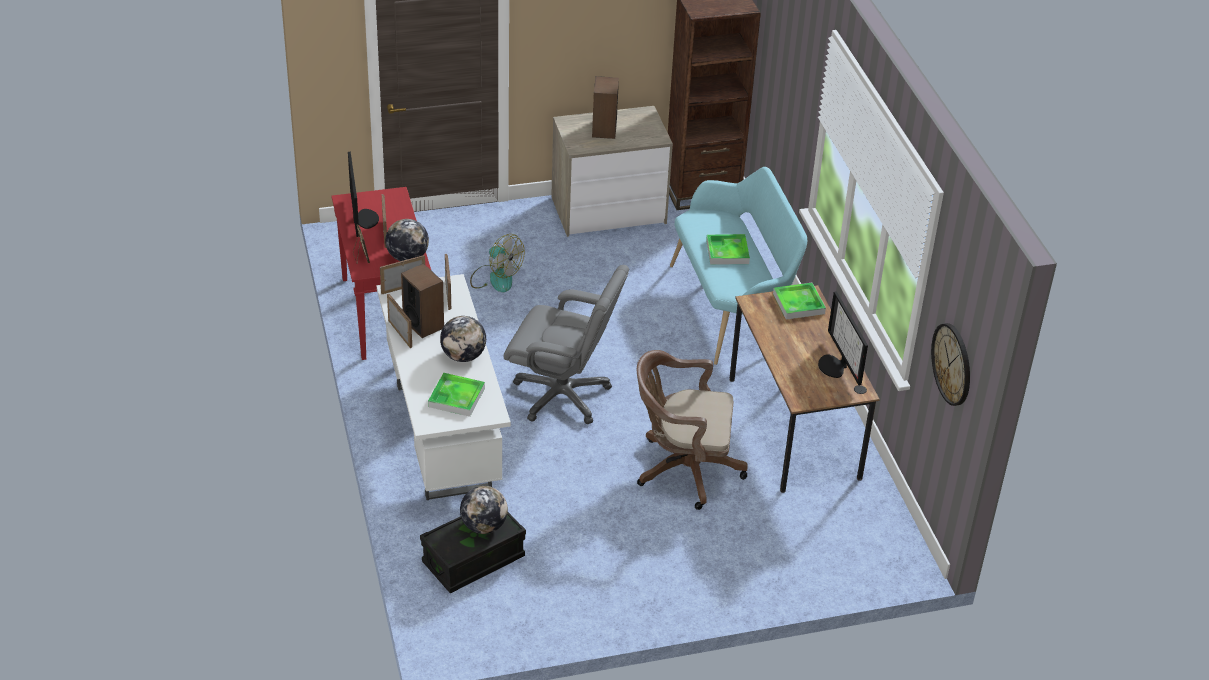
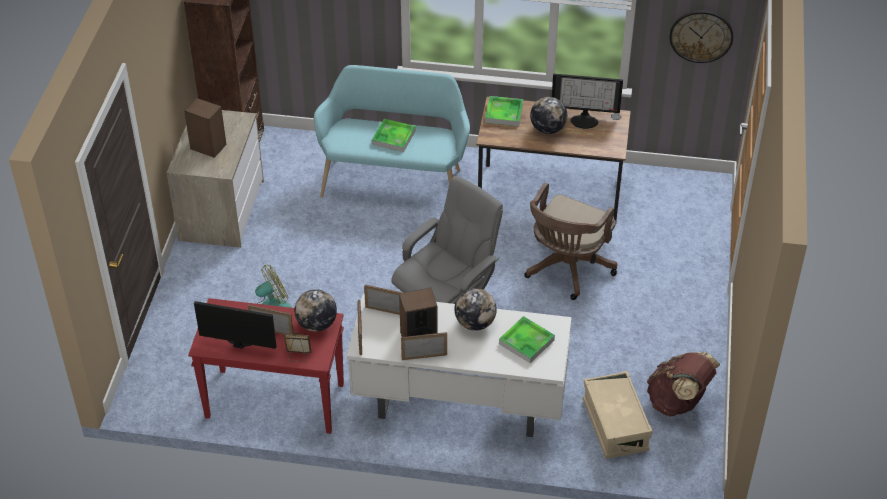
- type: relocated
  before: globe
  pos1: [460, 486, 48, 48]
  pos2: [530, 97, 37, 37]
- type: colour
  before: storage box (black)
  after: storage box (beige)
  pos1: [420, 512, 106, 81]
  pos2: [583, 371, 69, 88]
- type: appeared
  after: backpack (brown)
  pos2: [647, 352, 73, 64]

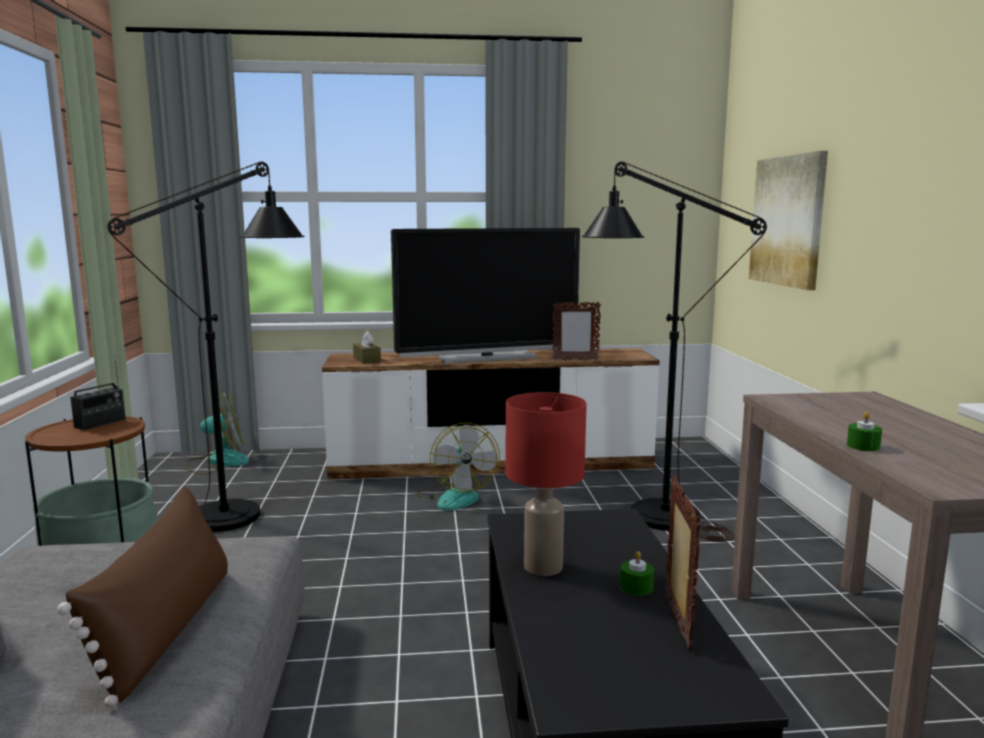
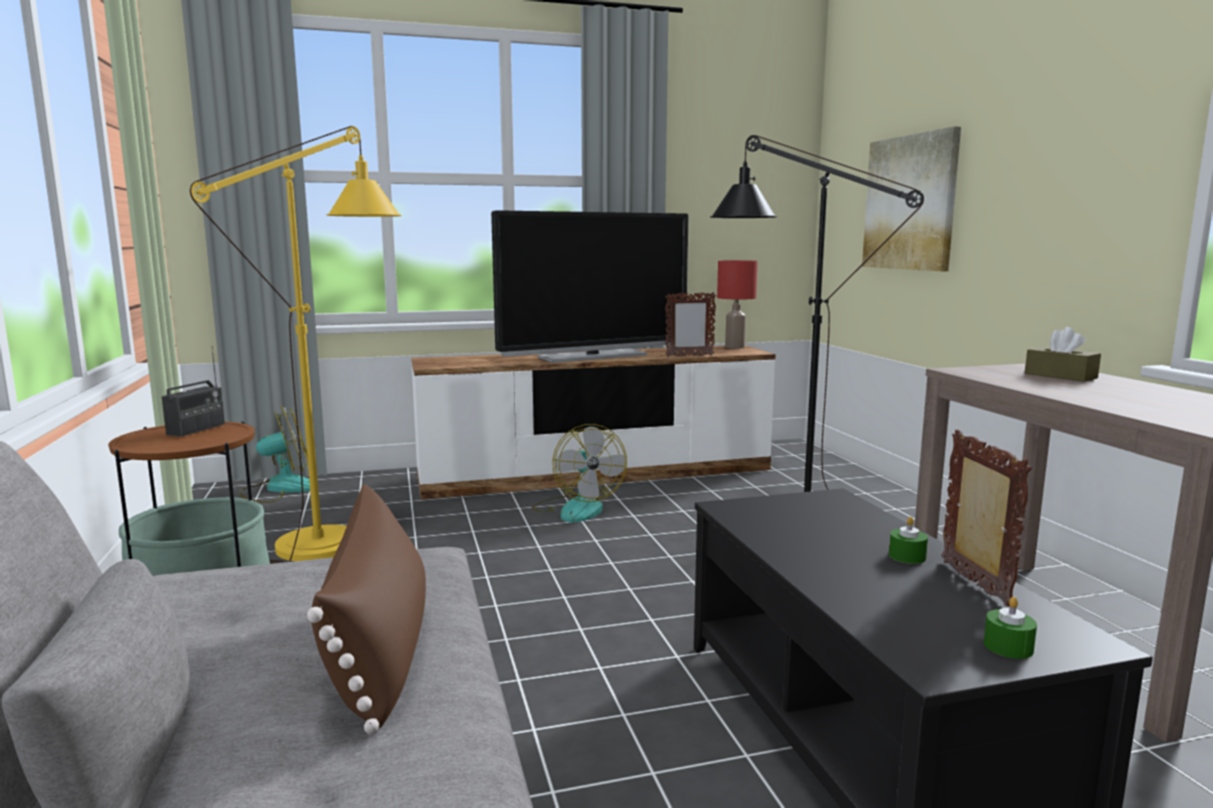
- type: colour
  before: floor lamp (black)
  after: floor lamp (yellow)
  pos1: [108, 162, 197, 370]
  pos2: [190, 126, 212, 438]
- type: relocated
  before: tissue box (brown)
  pos1: [353, 331, 28, 33]
  pos2: [1025, 327, 76, 55]
- type: relocated
  before: table lamp (red)
  pos1: [505, 392, 82, 184]
  pos2: [717, 260, 41, 89]
- type: relocated
  before: candle (green)
  pos1: [847, 412, 35, 39]
  pos2: [984, 597, 53, 62]

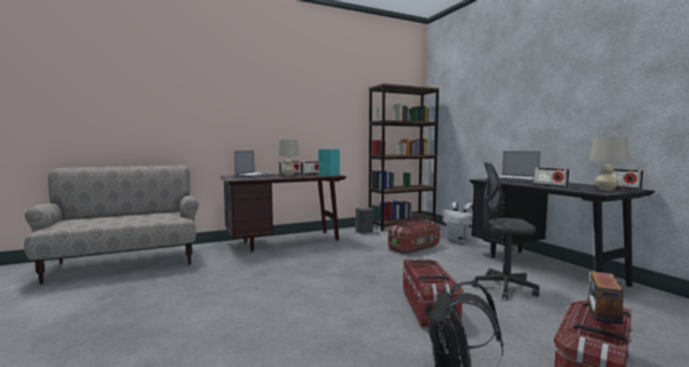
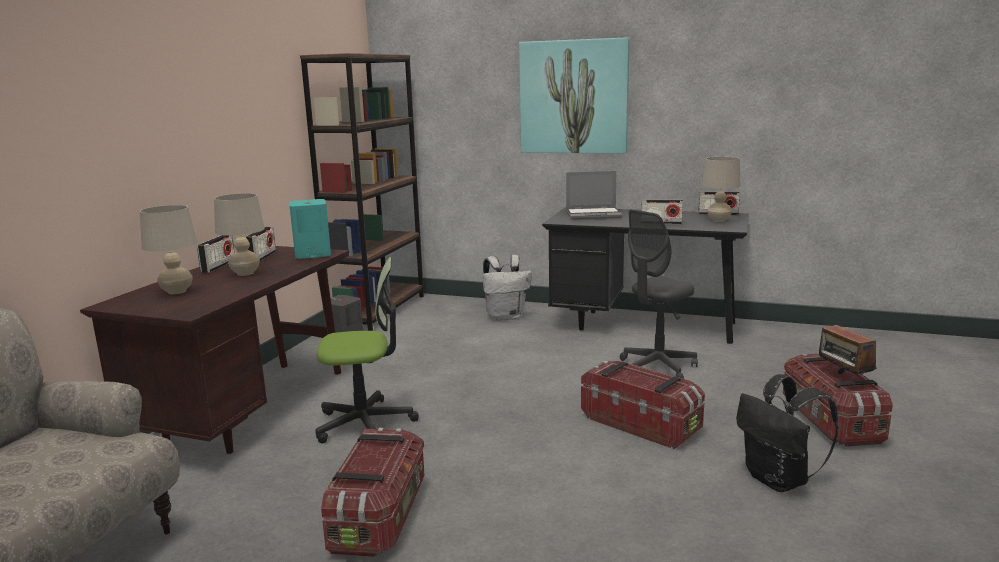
- type: exchanged
  before: laptop
  after: table lamp (beige)
  pos1: [234, 150, 40, 28]
  pos2: [140, 205, 57, 90]
- type: relocated
  before: storage box
  pos1: [388, 219, 52, 35]
  pos2: [321, 428, 104, 128]
- type: appeared
  after: picture
  pos2: [519, 37, 111, 117]
- type: appeared
  after: office chair
  pos2: [315, 257, 104, 186]

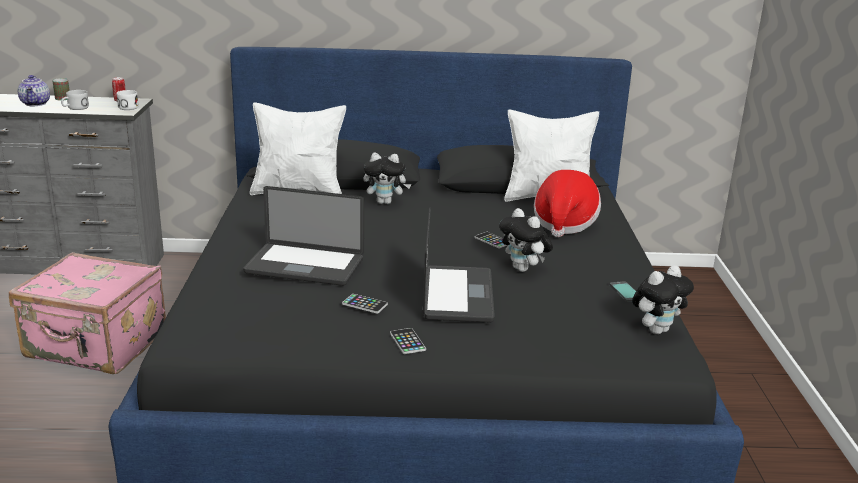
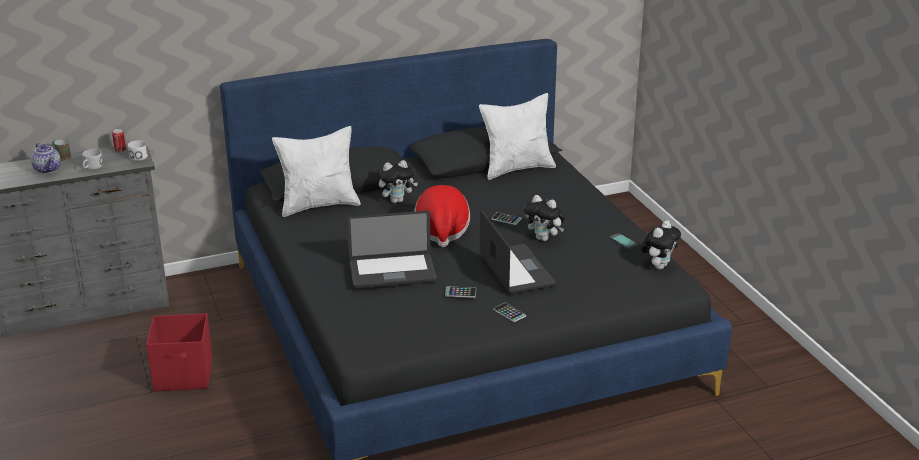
- type: relocated
  before: hat
  pos1: [534, 170, 67, 67]
  pos2: [414, 185, 56, 62]
- type: exchanged
  before: suitcase (pink)
  after: storage box (red)
  pos1: [9, 252, 157, 122]
  pos2: [146, 313, 67, 78]

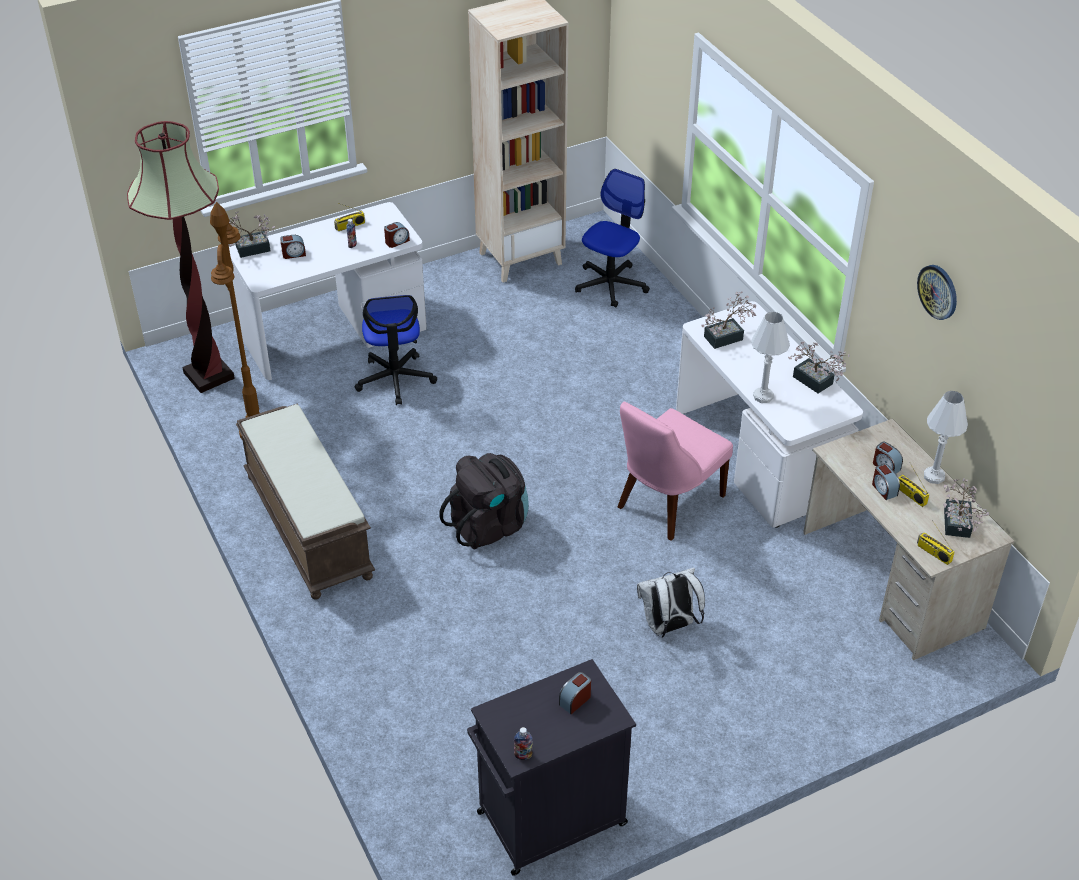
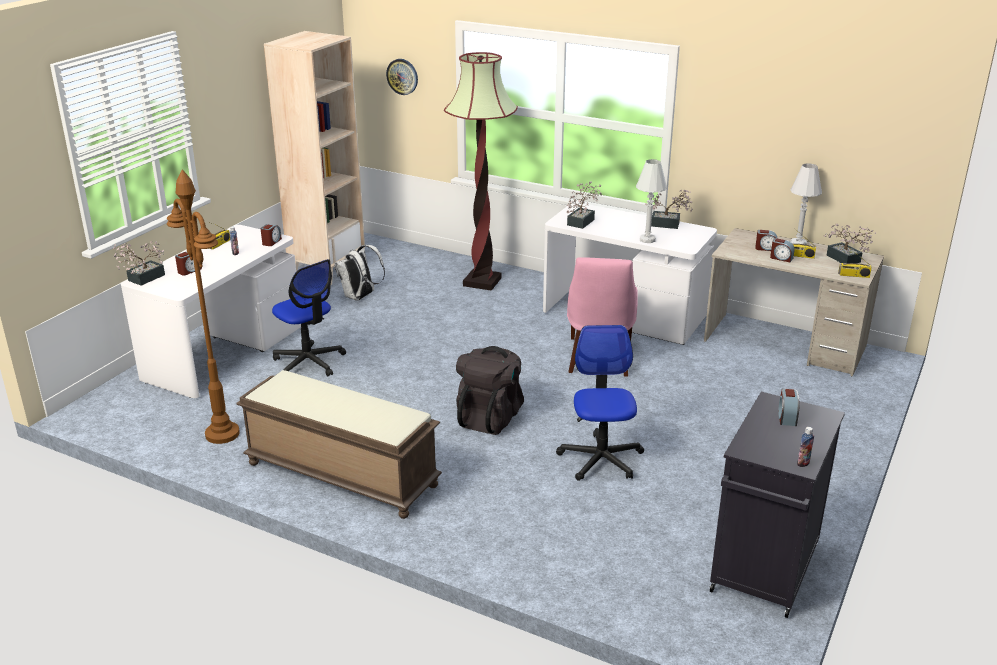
- type: relocated
  before: floor lamp
  pos1: [127, 121, 108, 272]
  pos2: [444, 52, 74, 239]
- type: relocated
  before: office chair
  pos1: [575, 169, 75, 139]
  pos2: [556, 325, 88, 156]
- type: relocated
  before: wall clock
  pos1: [917, 265, 40, 55]
  pos2: [386, 59, 32, 36]
- type: relocated
  before: backpack (white)
  pos1: [637, 568, 68, 69]
  pos2: [334, 245, 51, 56]

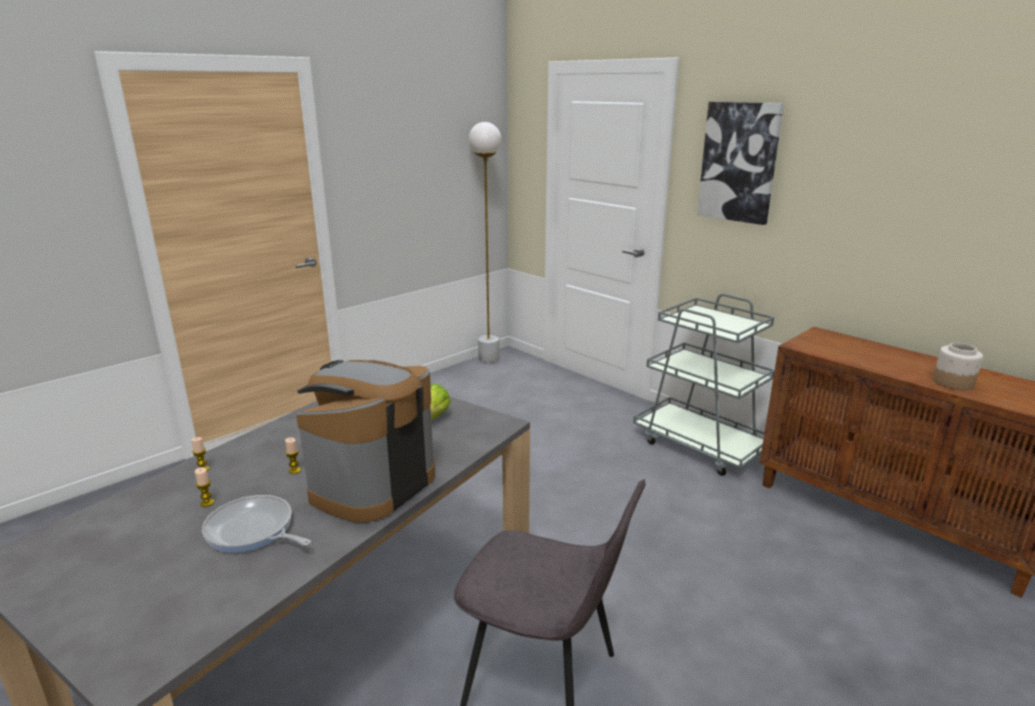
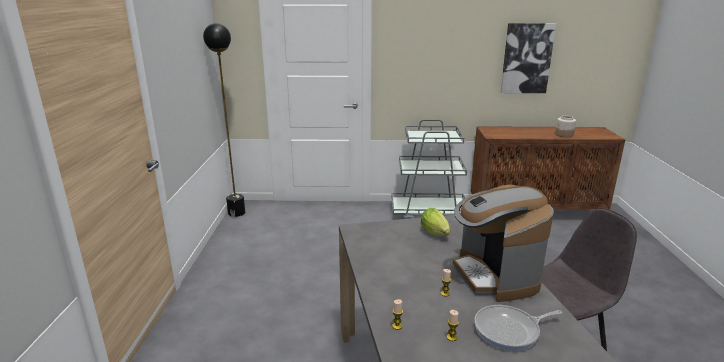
- type: relocated
  before: picture
  pos1: [697, 102, 87, 123]
  pos2: [501, 23, 55, 70]
- type: colour
  before: floor lamp (white)
  after: floor lamp (black)
  pos1: [469, 122, 32, 241]
  pos2: [203, 23, 42, 194]

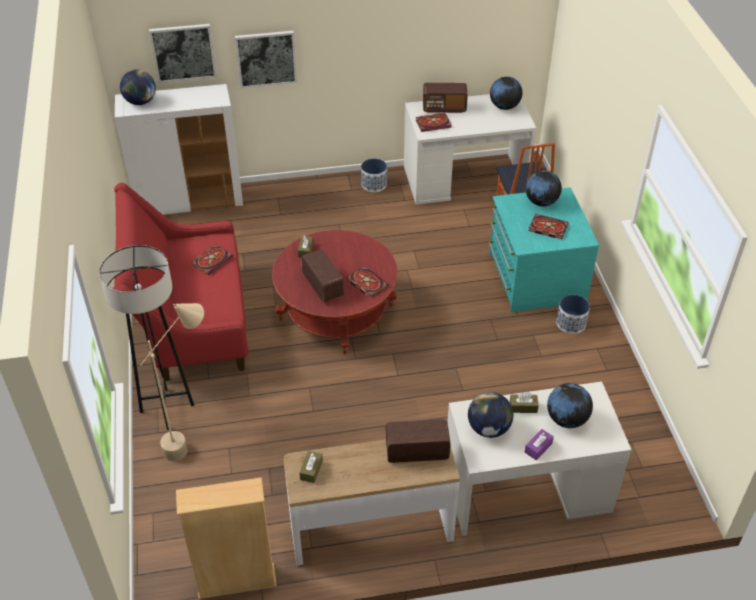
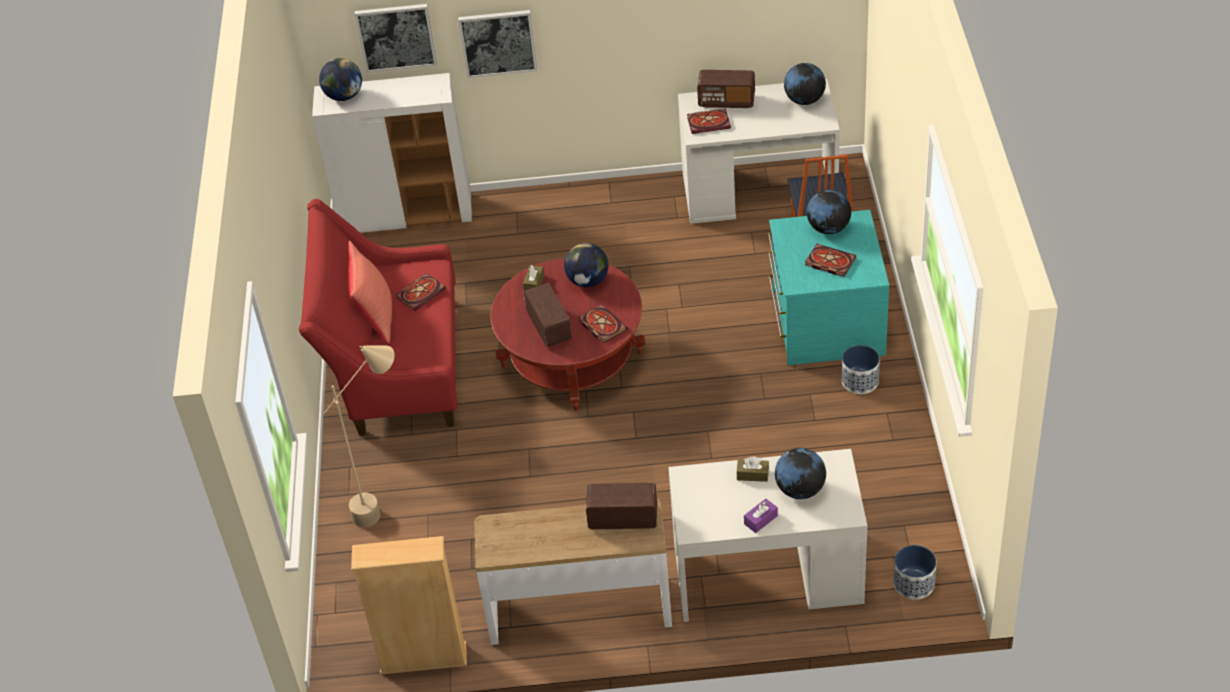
- type: relocated
  before: planter
  pos1: [361, 158, 26, 34]
  pos2: [893, 545, 43, 55]
- type: missing
  before: floor lamp (grey)
  pos1: [99, 245, 95, 185]
- type: relocated
  before: globe
  pos1: [468, 392, 45, 46]
  pos2: [564, 243, 44, 44]
- type: missing
  before: tissue box (brown)
  pos1: [299, 451, 24, 32]
- type: appeared
  after: pillow (red)
  pos2: [347, 241, 45, 102]

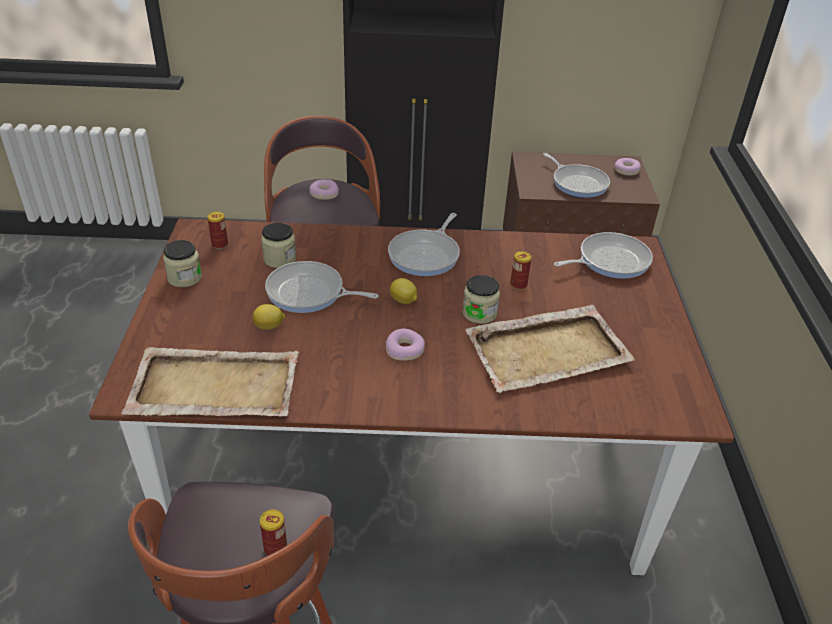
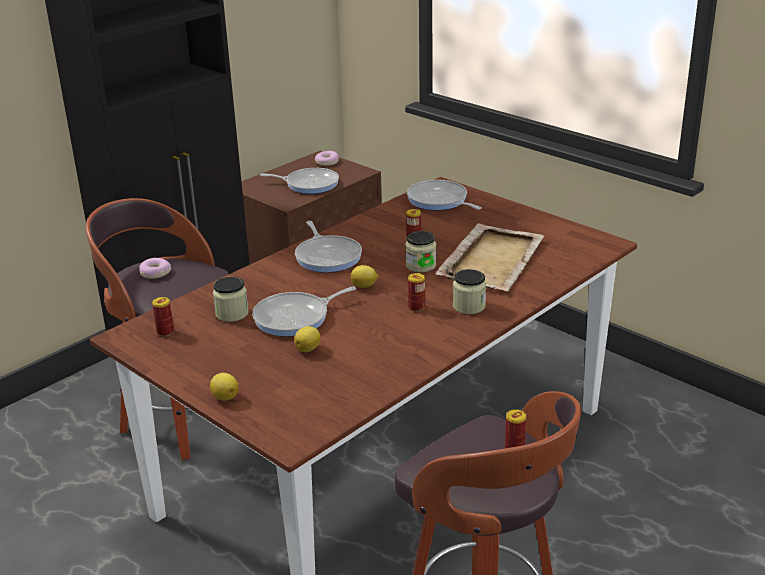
- type: spun
  before: frying pan
  pos1: [554, 232, 99, 47]
  pos2: [407, 180, 75, 30]
  turn: -60
- type: relocated
  before: jar
  pos1: [163, 240, 39, 47]
  pos2: [453, 269, 33, 45]
- type: exchanged
  before: donut
  after: can
  pos1: [386, 329, 39, 32]
  pos2: [408, 273, 17, 39]
- type: missing
  before: tray (beige)
  pos1: [121, 347, 178, 70]
- type: appeared
  after: lemon
  pos2: [210, 373, 29, 27]

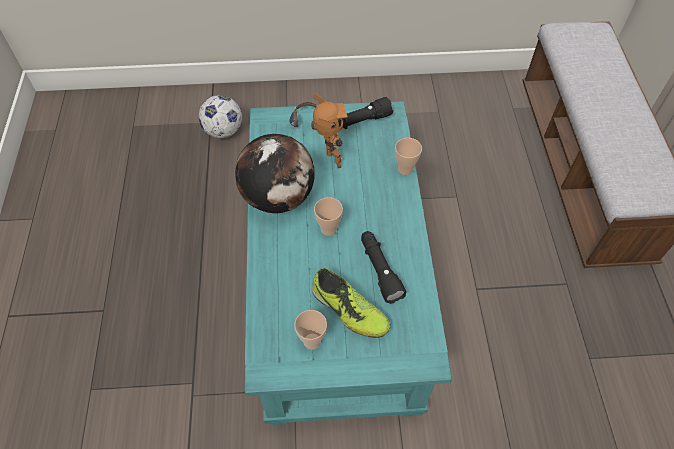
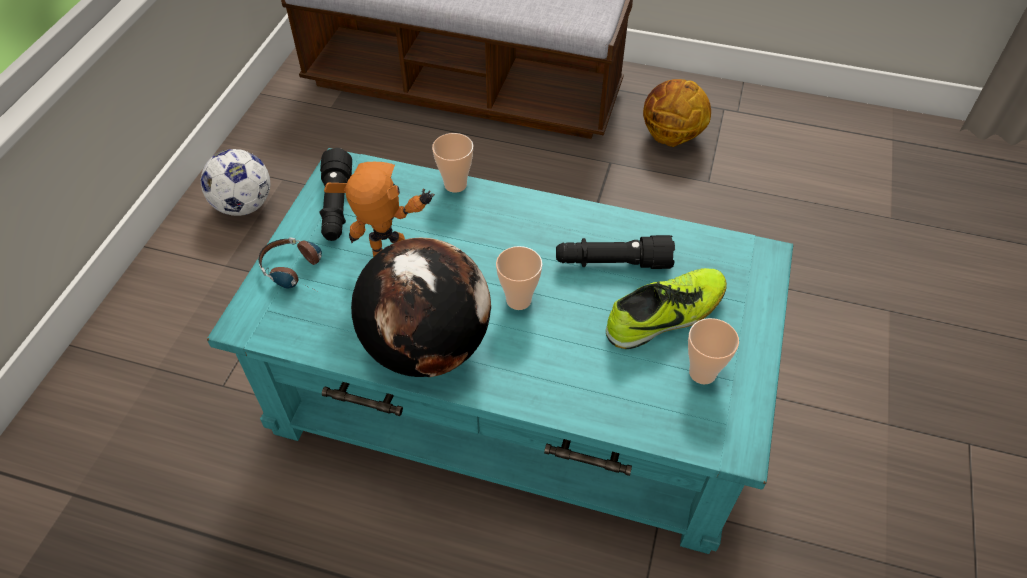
- type: relocated
  before: football
  pos1: [199, 95, 43, 43]
  pos2: [201, 149, 69, 67]
- type: appeared
  after: basketball
  pos2: [643, 79, 68, 68]

